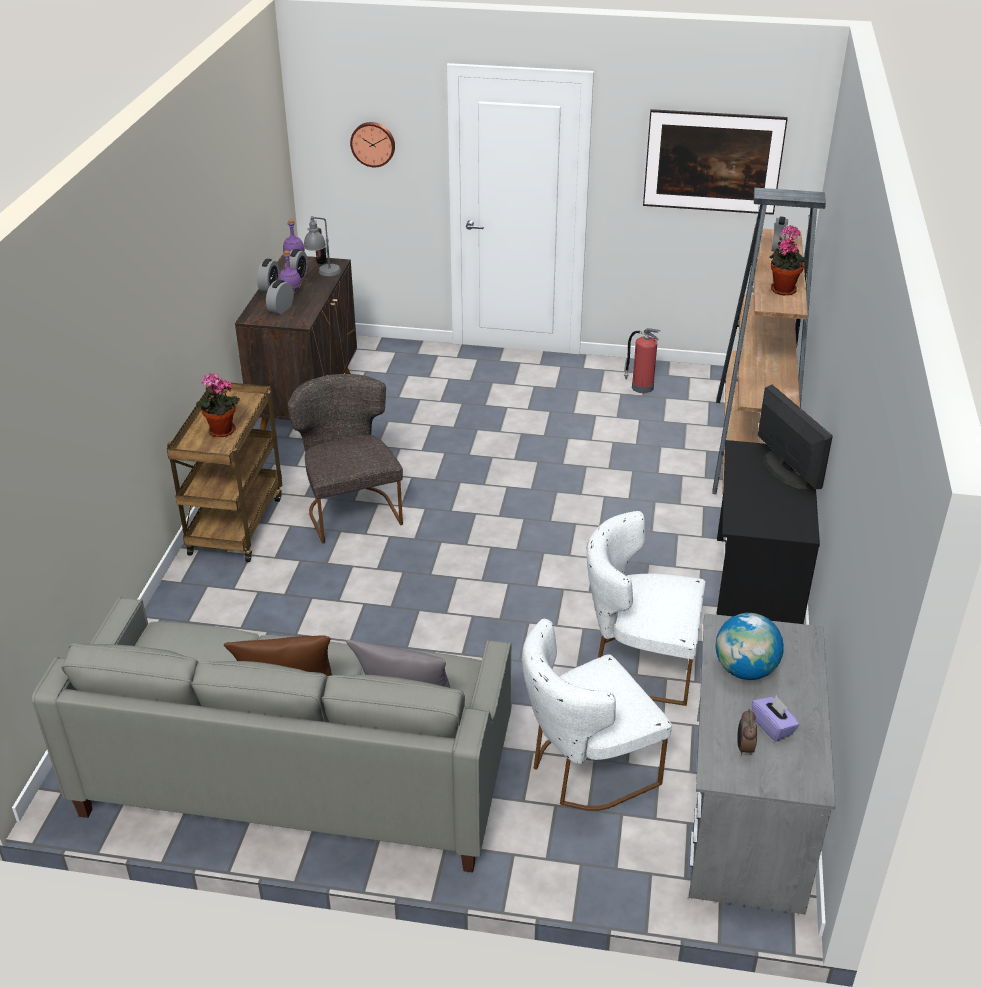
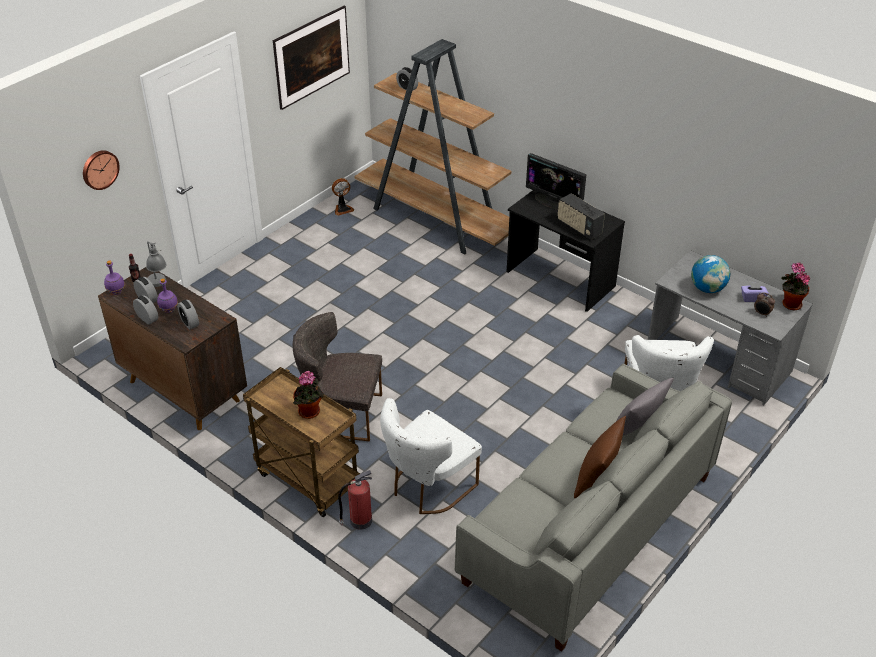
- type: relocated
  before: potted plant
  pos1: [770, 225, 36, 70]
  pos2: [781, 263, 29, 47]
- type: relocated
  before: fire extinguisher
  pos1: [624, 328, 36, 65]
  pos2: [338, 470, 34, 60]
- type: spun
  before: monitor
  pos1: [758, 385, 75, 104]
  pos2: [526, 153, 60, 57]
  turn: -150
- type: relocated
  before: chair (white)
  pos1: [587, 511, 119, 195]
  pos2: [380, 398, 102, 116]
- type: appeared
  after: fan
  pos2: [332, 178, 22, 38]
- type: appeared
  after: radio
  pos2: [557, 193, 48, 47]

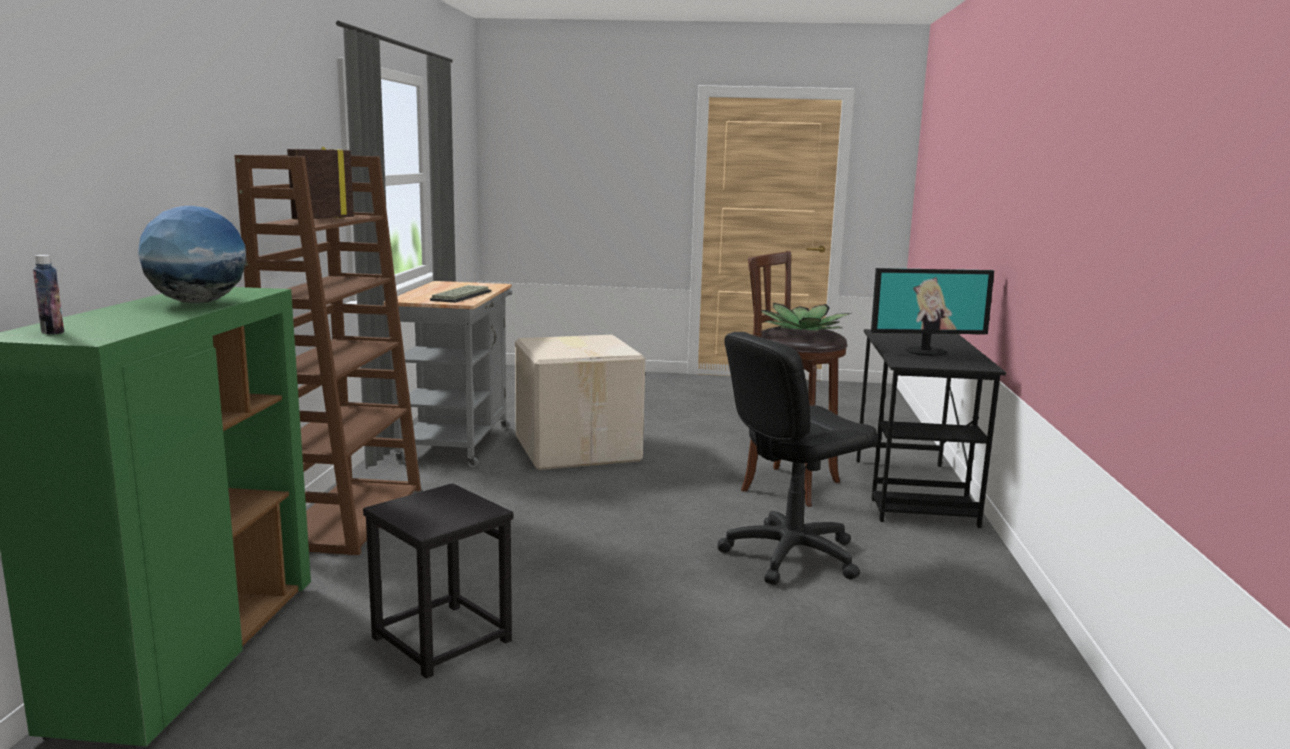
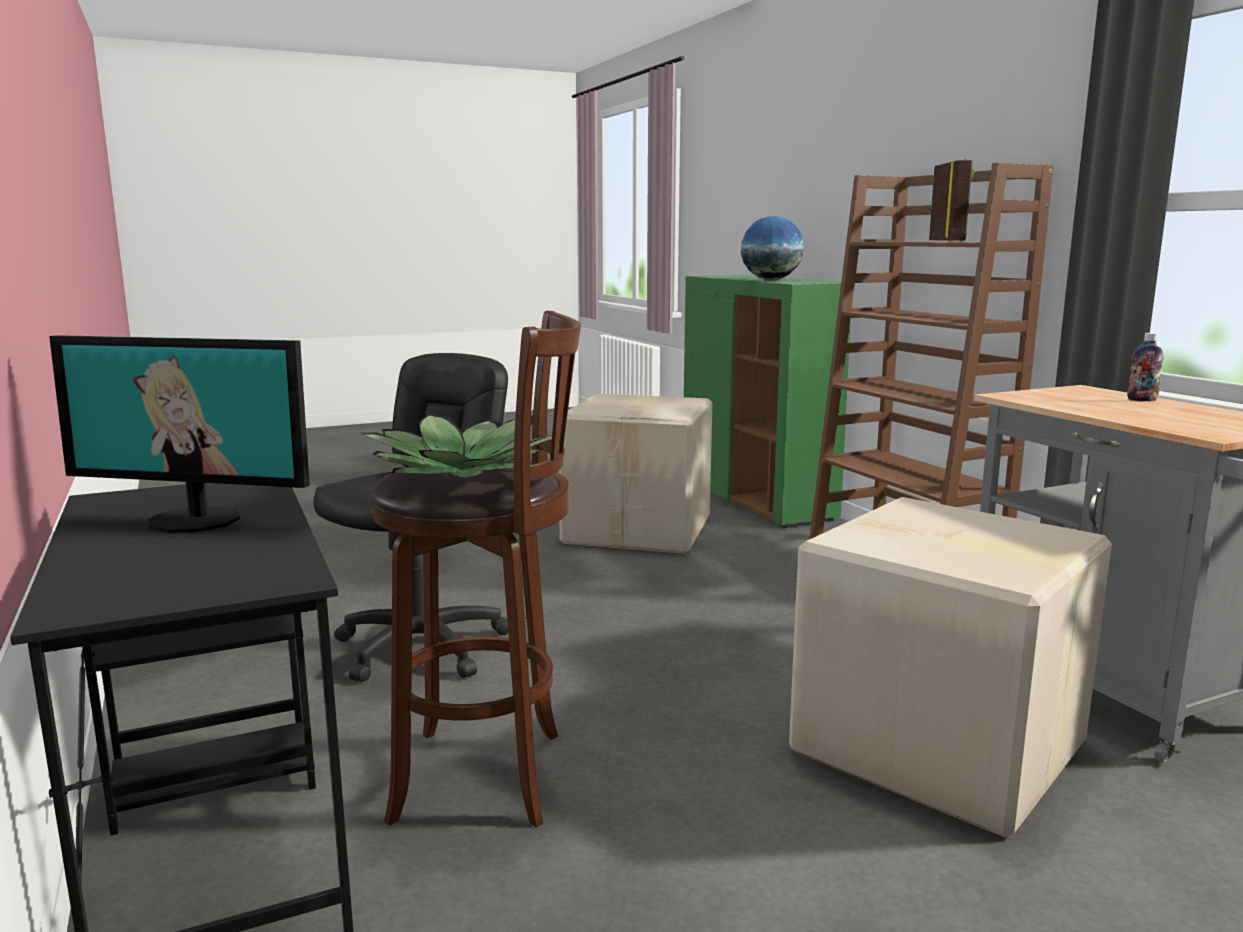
- type: relocated
  before: bottle
  pos1: [33, 255, 31, 80]
  pos2: [1127, 333, 37, 68]
- type: spun
  before: monitor
  pos1: [871, 268, 123, 88]
  pos2: [49, 335, 261, 198]
  turn: -135
- type: missing
  before: keyboard
  pos1: [430, 285, 61, 18]
- type: exchanged
  before: stool (black)
  after: cardboard box
  pos1: [363, 483, 150, 196]
  pos2: [558, 394, 154, 160]

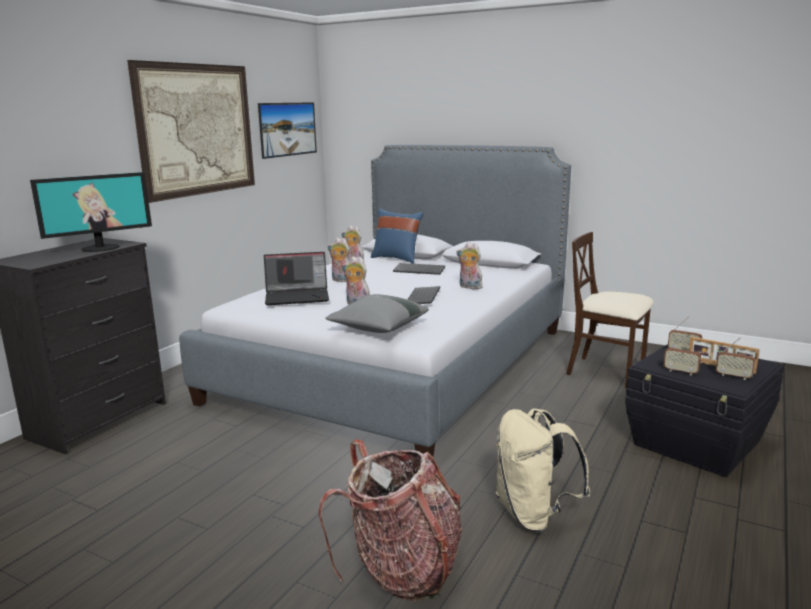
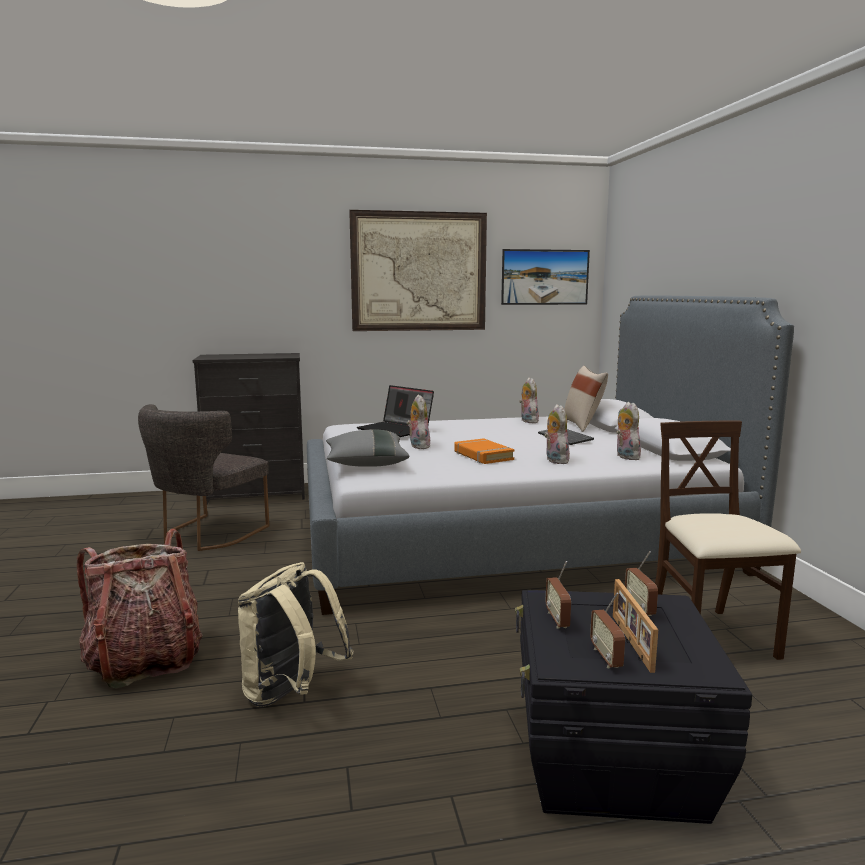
- type: missing
  before: monitor
  pos1: [30, 172, 122, 80]
- type: colour
  before: pillow (blue)
  after: pillow (beige)
  pos1: [371, 208, 52, 56]
  pos2: [564, 366, 44, 66]
- type: relocated
  before: plush toy
  pos1: [328, 238, 22, 44]
  pos2: [616, 402, 25, 58]
- type: exchanged
  before: keyboard
  after: book (orange)
  pos1: [407, 286, 33, 18]
  pos2: [454, 438, 61, 26]
- type: appeared
  after: chair (grey)
  pos2: [138, 404, 132, 147]

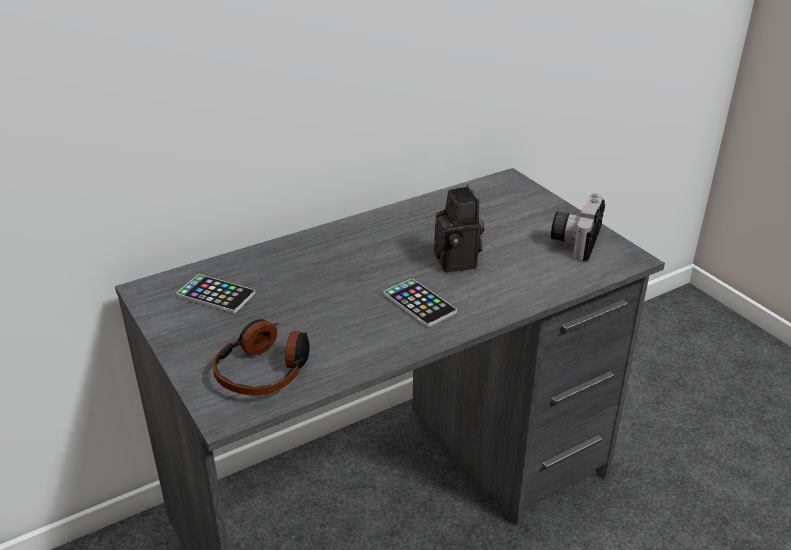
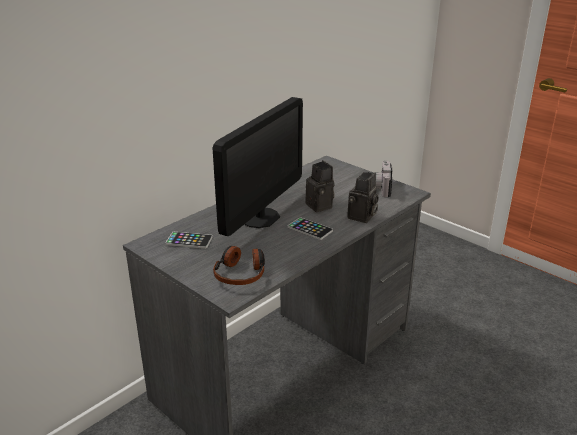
- type: appeared
  after: monitor
  pos2: [212, 97, 91, 139]
- type: appeared
  after: photo camera
  pos2: [347, 172, 32, 51]

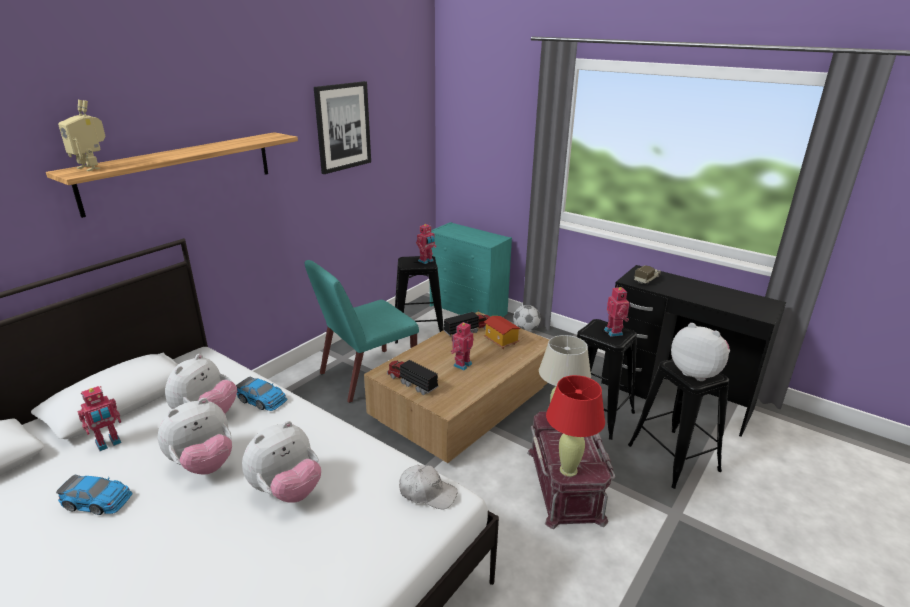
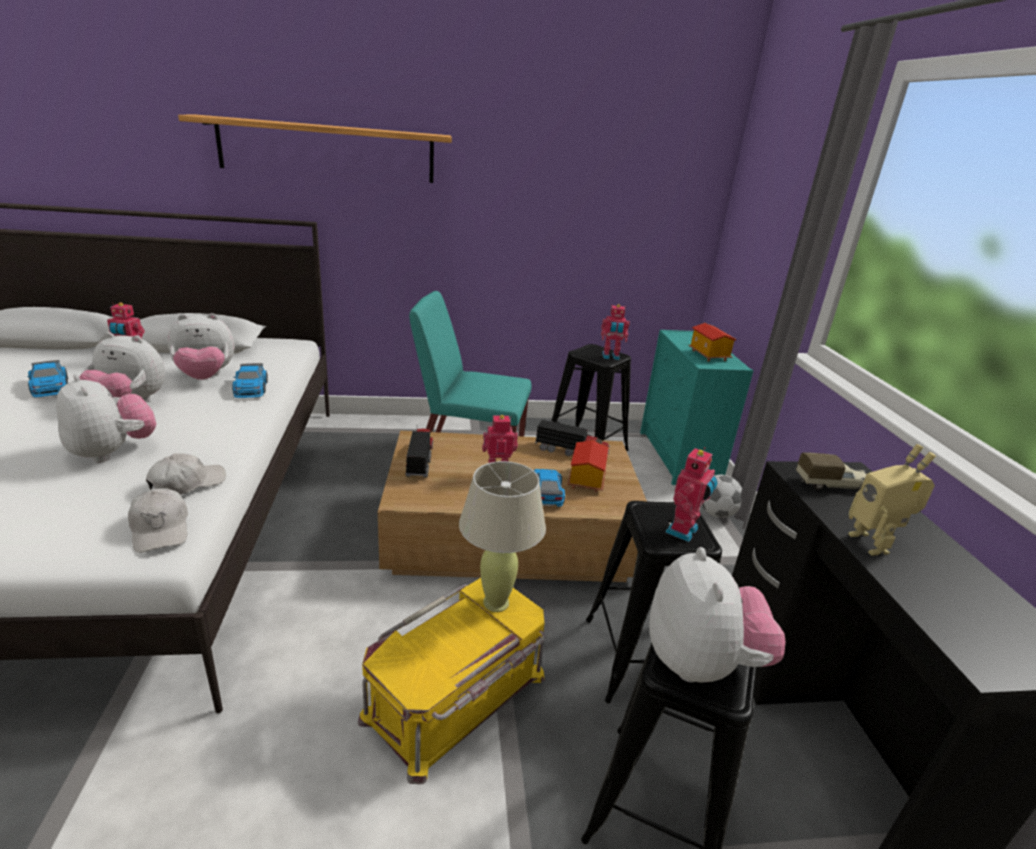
- type: missing
  before: picture
  pos1: [314, 81, 57, 93]
- type: relocated
  before: toy robot
  pos1: [58, 100, 48, 71]
  pos2: [848, 444, 88, 112]
- type: missing
  before: table lamp (red)
  pos1: [546, 375, 59, 102]
- type: colour
  before: storage box (red)
  after: storage box (yellow)
  pos1: [527, 412, 88, 117]
  pos2: [358, 578, 188, 206]
- type: spun
  before: plush toy
  pos1: [242, 421, 79, 82]
  pos2: [56, 374, 100, 89]
  turn: -135
- type: appeared
  after: toy house
  pos2: [688, 323, 49, 39]
- type: appeared
  after: cap (white)
  pos2: [146, 453, 80, 41]
- type: appeared
  after: toy car
  pos2: [533, 469, 32, 38]

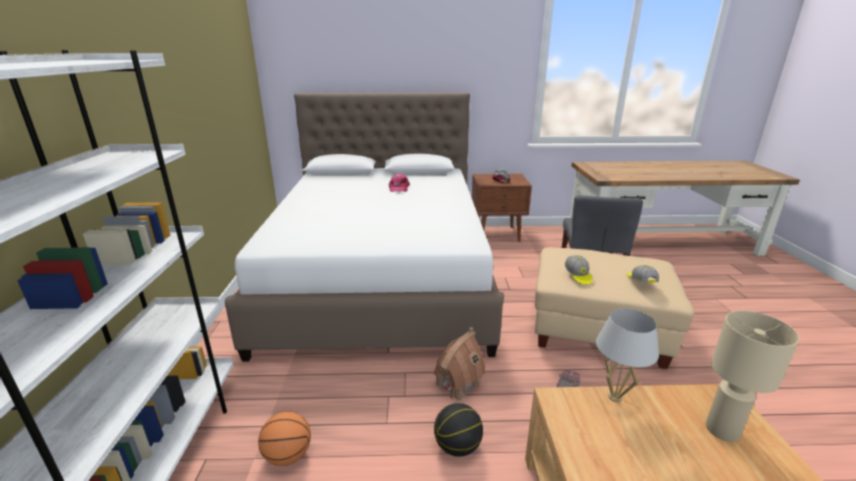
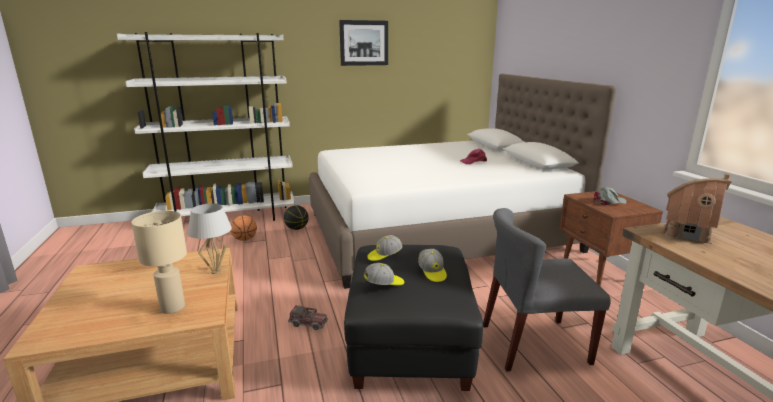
- type: colour
  before: ottoman (beige)
  after: ottoman (black)
  pos1: [535, 248, 159, 121]
  pos2: [344, 245, 139, 146]
- type: relocated
  before: toy house
  pos1: [434, 327, 52, 75]
  pos2: [663, 174, 69, 70]
- type: relocated
  before: basketball
  pos1: [434, 403, 49, 54]
  pos2: [284, 205, 25, 25]
- type: appeared
  after: picture
  pos2: [339, 20, 49, 46]
- type: appeared
  after: cap
  pos2: [418, 249, 29, 33]

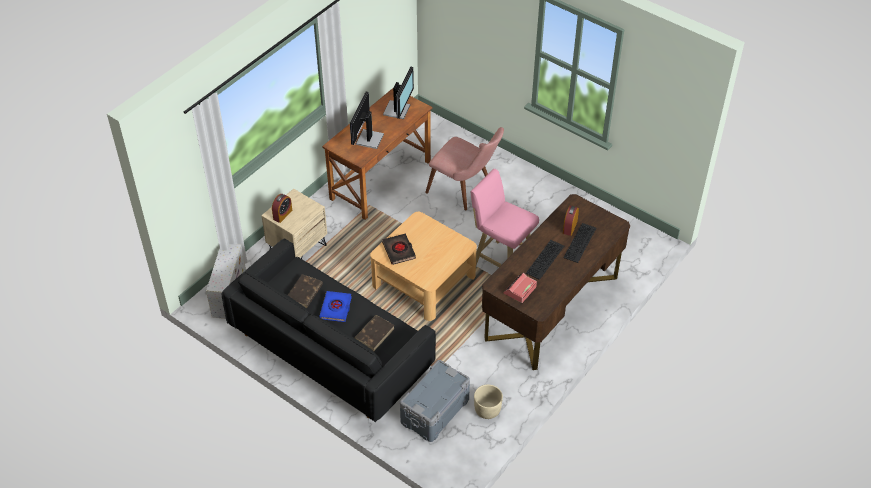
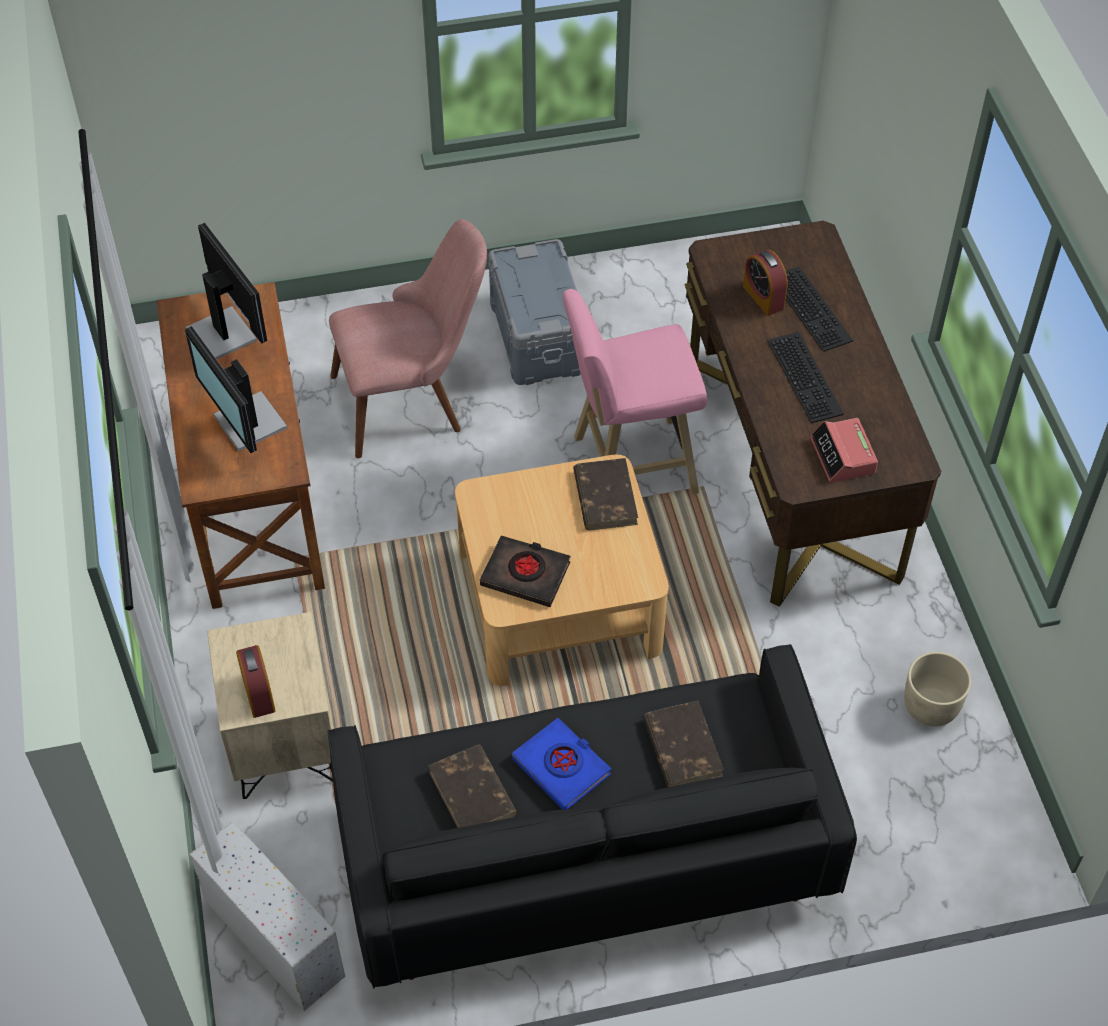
- type: relocated
  before: storage box (grey)
  pos1: [400, 360, 70, 82]
  pos2: [489, 239, 92, 146]
- type: appeared
  after: book (brown)
  pos2: [573, 458, 65, 72]

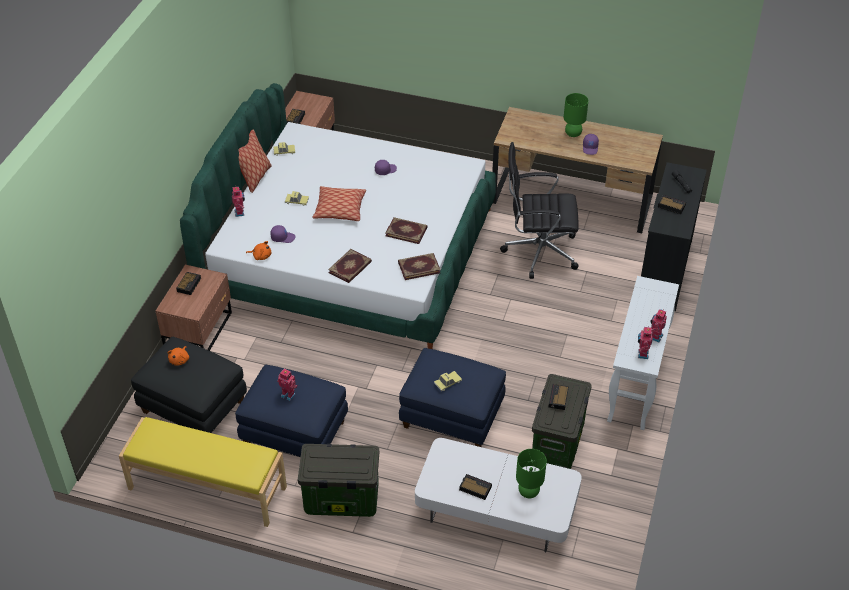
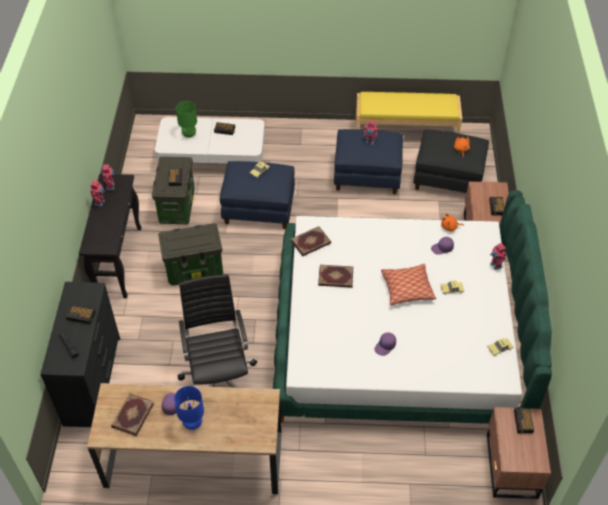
- type: colour
  before: table lamp (green)
  after: table lamp (blue)
  pos1: [564, 93, 24, 44]
  pos2: [174, 386, 30, 44]
- type: missing
  before: pillow
  pos1: [238, 129, 34, 64]
- type: spun
  before: office chair (black)
  pos1: [500, 142, 79, 137]
  pos2: [178, 274, 79, 114]
  turn: -90
- type: relocated
  before: book
  pos1: [328, 249, 44, 34]
  pos2: [111, 393, 43, 43]
- type: colour
  before: console table (white)
  after: console table (black)
  pos1: [607, 276, 72, 154]
  pos2: [79, 174, 63, 124]
- type: relocated
  before: storage box
  pos1: [298, 444, 81, 73]
  pos2: [158, 223, 65, 62]

